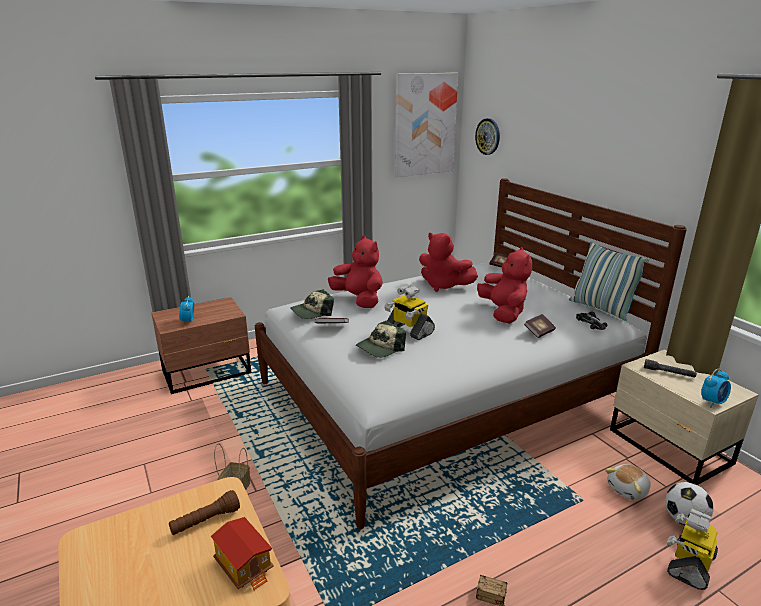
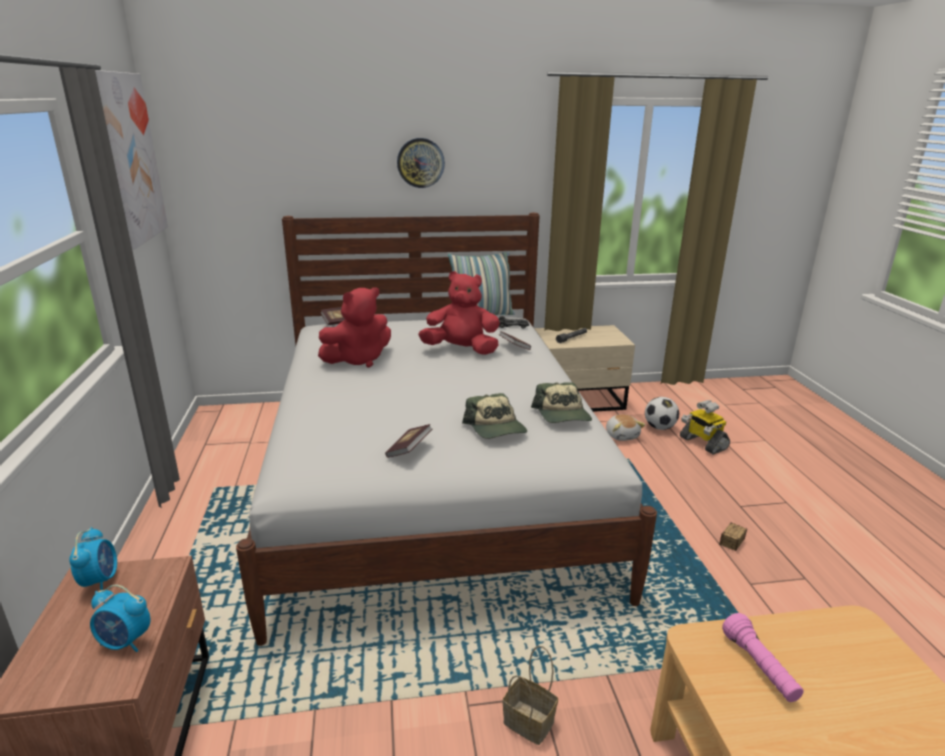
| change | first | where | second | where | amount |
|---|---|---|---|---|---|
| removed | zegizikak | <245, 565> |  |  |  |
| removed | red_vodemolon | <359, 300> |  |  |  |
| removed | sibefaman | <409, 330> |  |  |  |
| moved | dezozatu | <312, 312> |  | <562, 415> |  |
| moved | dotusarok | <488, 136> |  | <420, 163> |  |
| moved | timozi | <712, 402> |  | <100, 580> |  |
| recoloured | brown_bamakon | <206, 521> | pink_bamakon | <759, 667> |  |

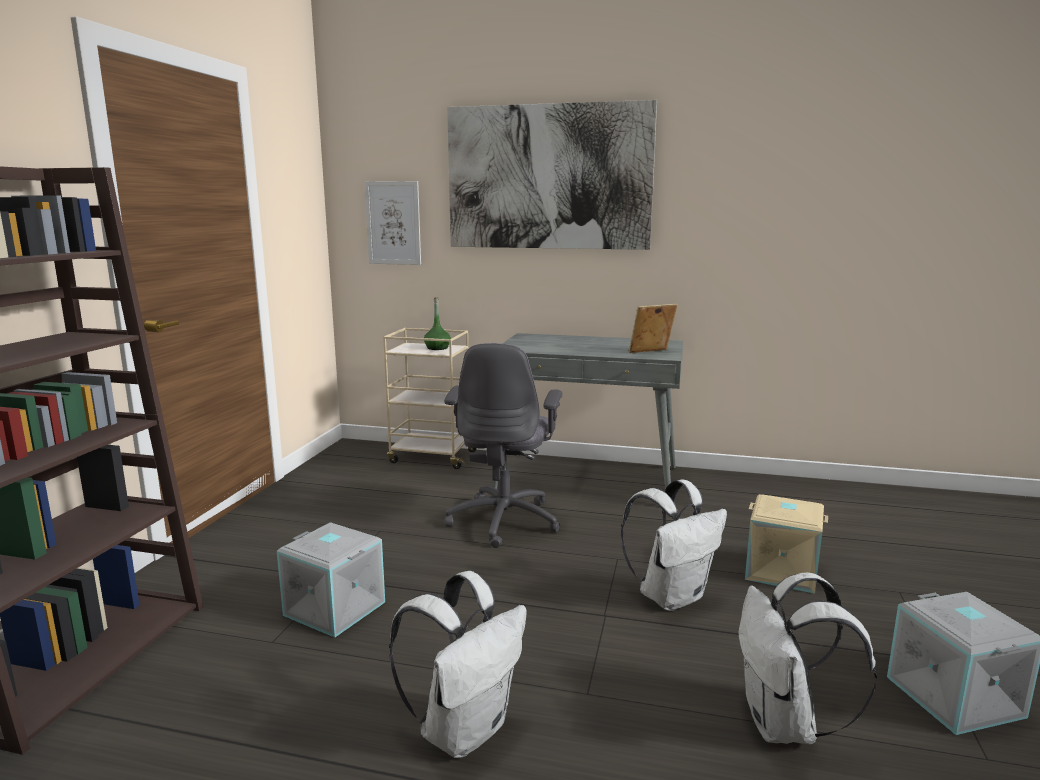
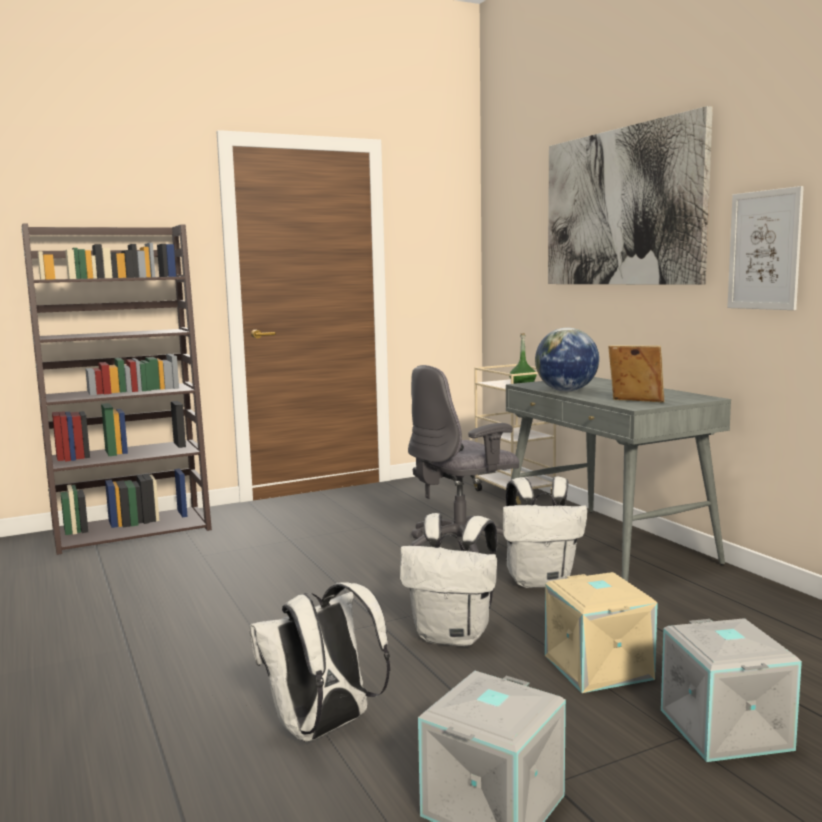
| change | first | where | second | where | amount |
|---|---|---|---|---|---|
| added |  |  | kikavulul | <566, 391> |  |
| moved | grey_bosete | <336, 608> |  | <727, 729> |  |
| moved | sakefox | <393, 223> |  | <764, 250> |  |
| moved | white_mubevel | <464, 729> |  | <540, 581> |  |

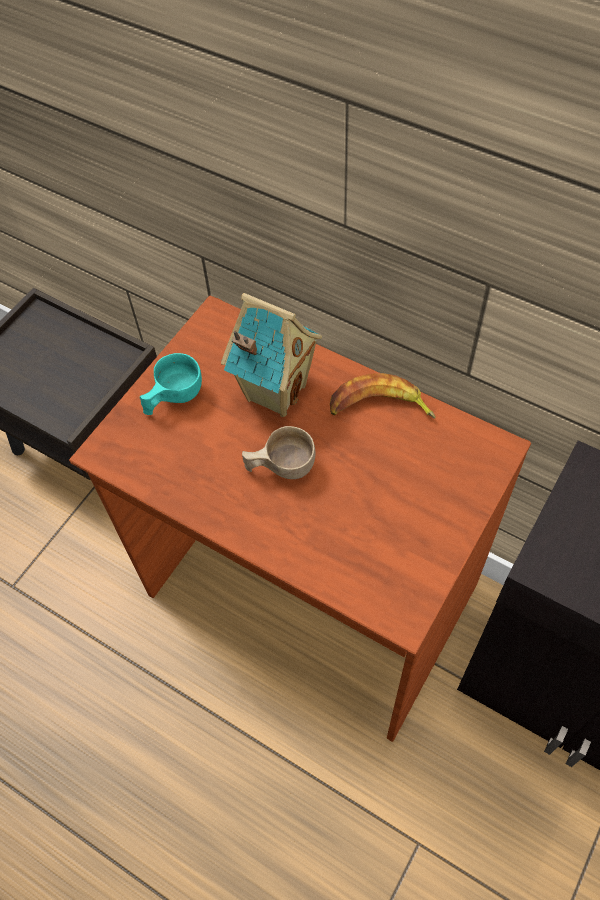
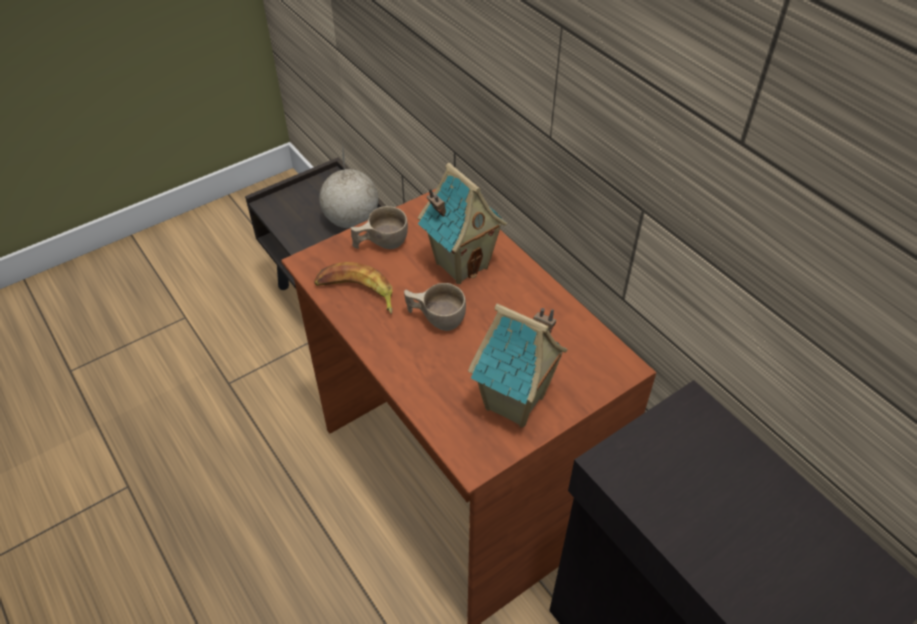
| change | first | where | second | where | amount |
|---|---|---|---|---|---|
| added |  |  | kikavulul | <351, 221> |  |
| added |  |  | zegizikak | <515, 404> |  |
| moved | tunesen | <379, 407> |  | <357, 293> |  |
| recoloured | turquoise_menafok | <173, 398> | beige_menafok | <380, 243> |  |

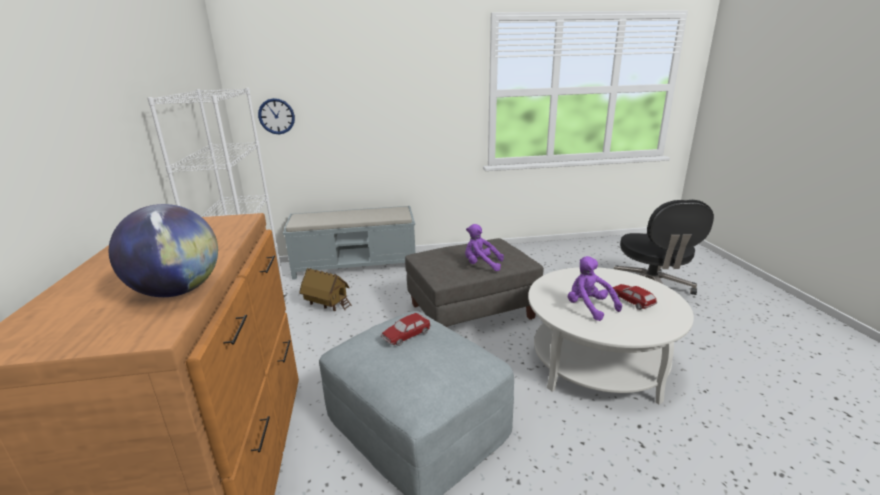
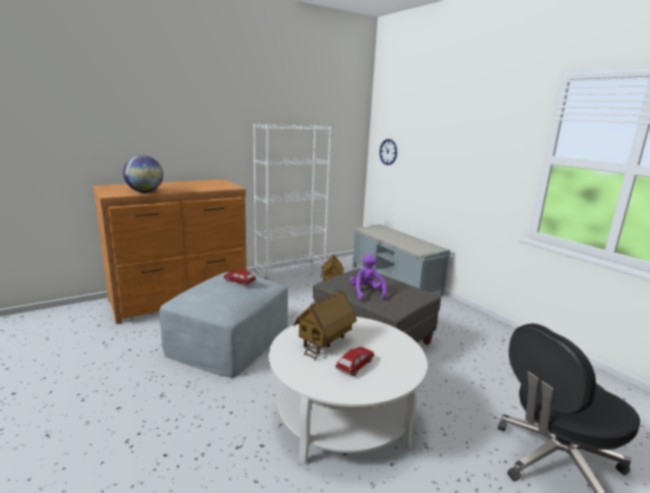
| change | first | where | second | where | amount |
|---|---|---|---|---|---|
| replaced | purple_vodemolon | <589, 307> | zegizikak | <324, 343> |  |

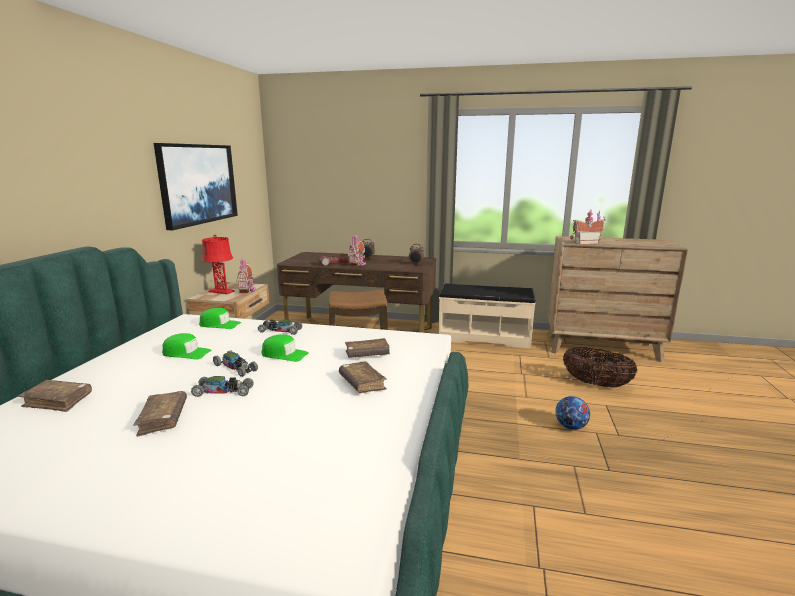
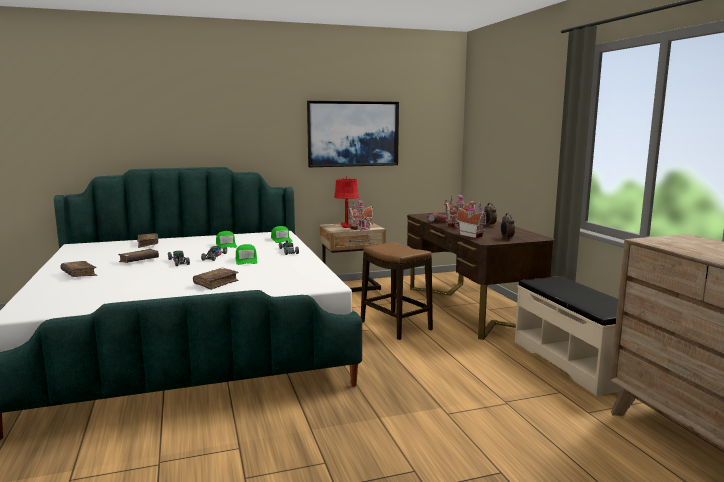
| change | first | where | second | where | amount |
|---|---|---|---|---|---|
| removed | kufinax | <570, 427> |  |  |  |
| removed | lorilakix | <596, 384> |  |  |  |
| moved | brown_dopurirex | <367, 354> |  | <79, 274> |  |
| moved | zegizikak | <585, 243> |  | <472, 235> |  |

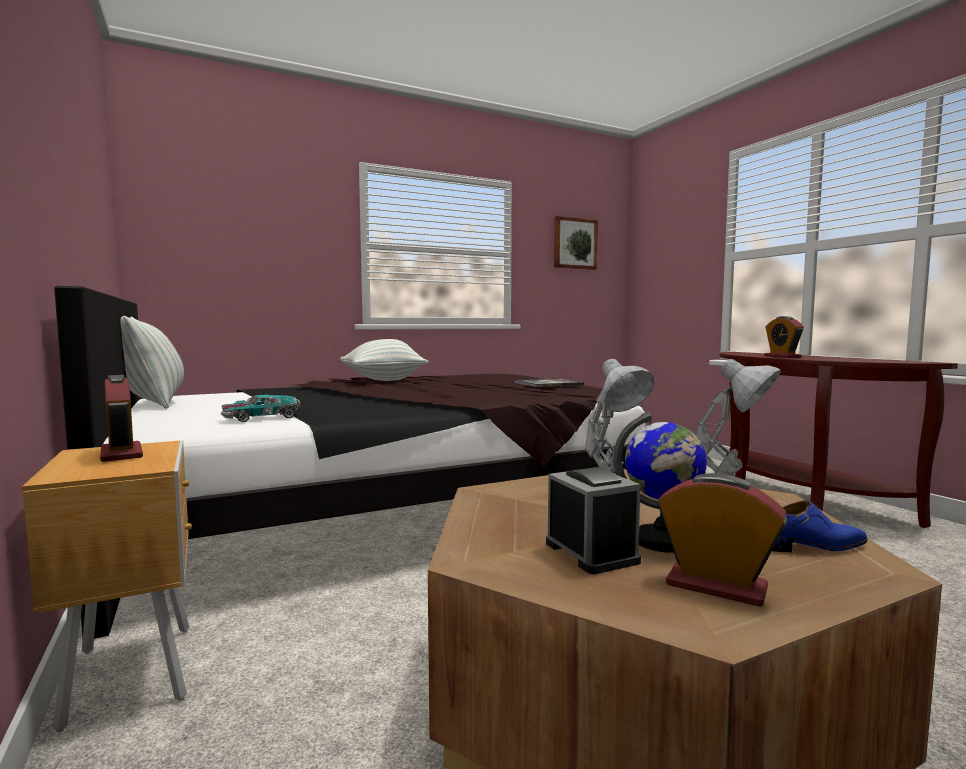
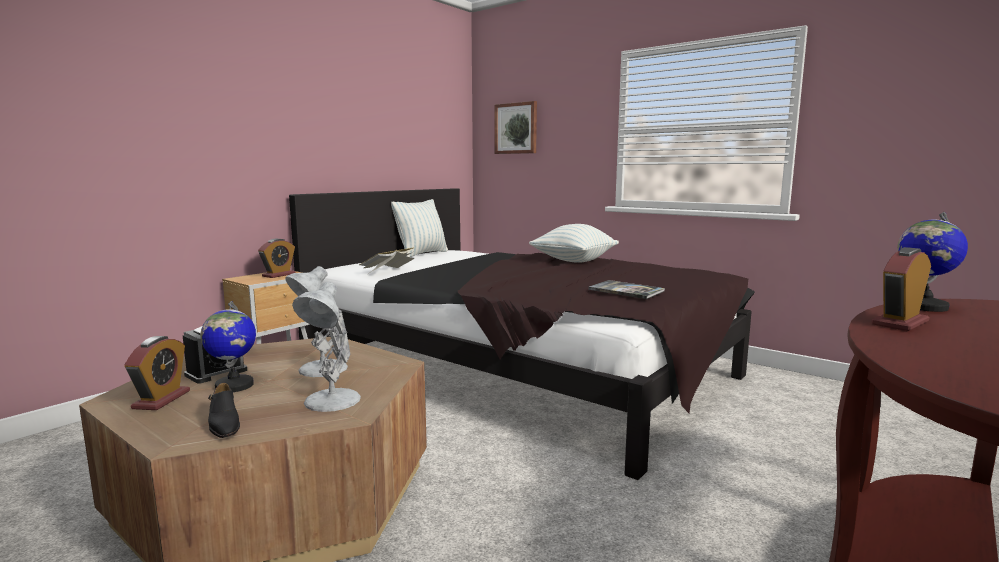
| change | first | where | second | where | amount |
|---|---|---|---|---|---|
| added |  |  | kikavulul | <923, 306> |  |
| moved | sakefox | <574, 243> |  | <516, 128> |  |
| replaced | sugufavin | <261, 418> | dopurirex | <389, 272> |  |
| recoloured | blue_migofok | <812, 546> | black_migofok | <224, 424> |  |

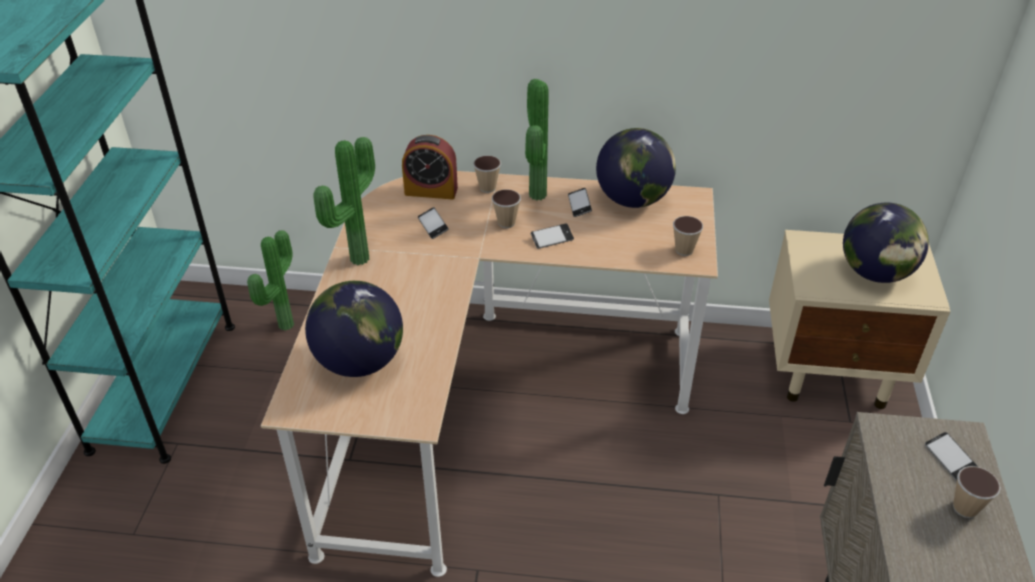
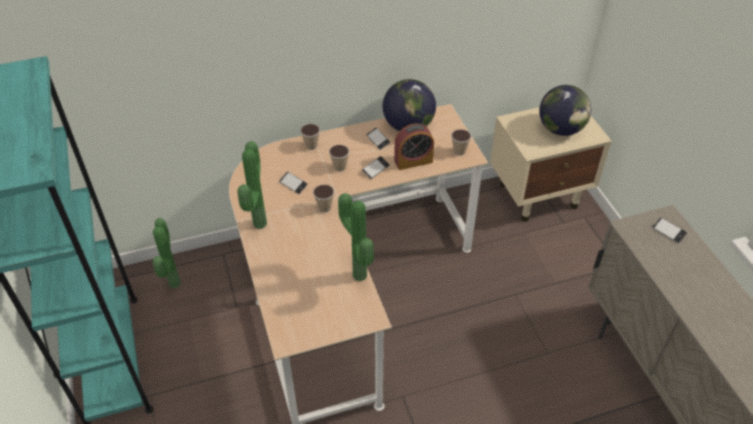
| change | first | where | second | where | amount |
|---|---|---|---|---|---|
| removed | kikavulul | <360, 361> |  |  |  |
| moved | timozi | <431, 191> |  | <413, 161> |  |
| moved | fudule | <534, 195> |  | <357, 276> |  |
| moved | menafok | <965, 508> |  | <324, 208> |  |

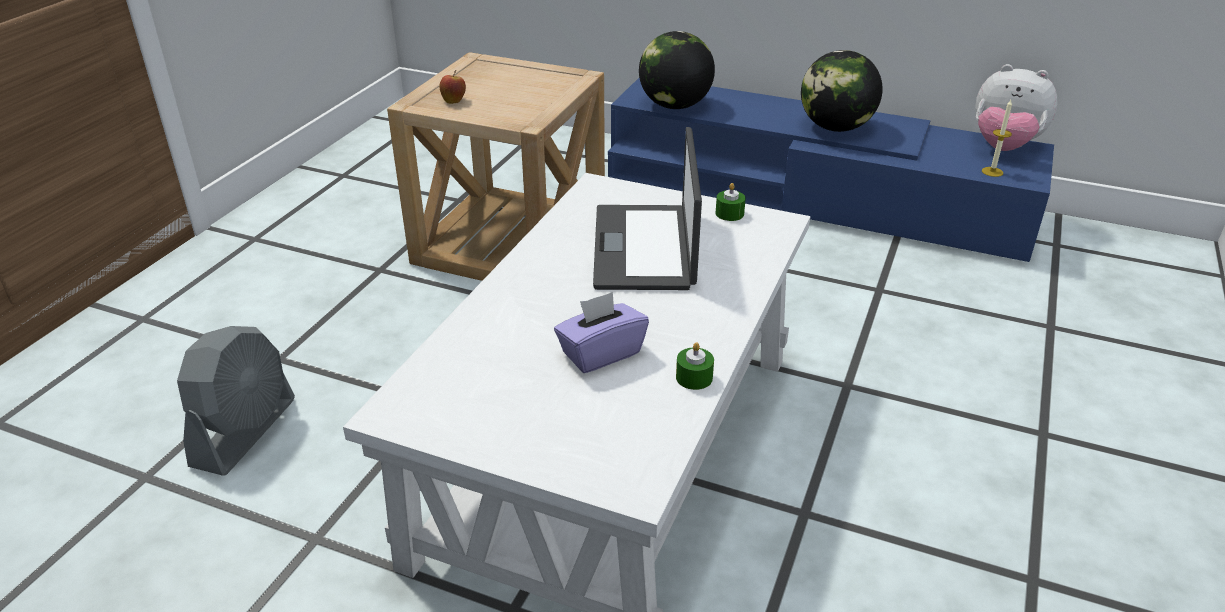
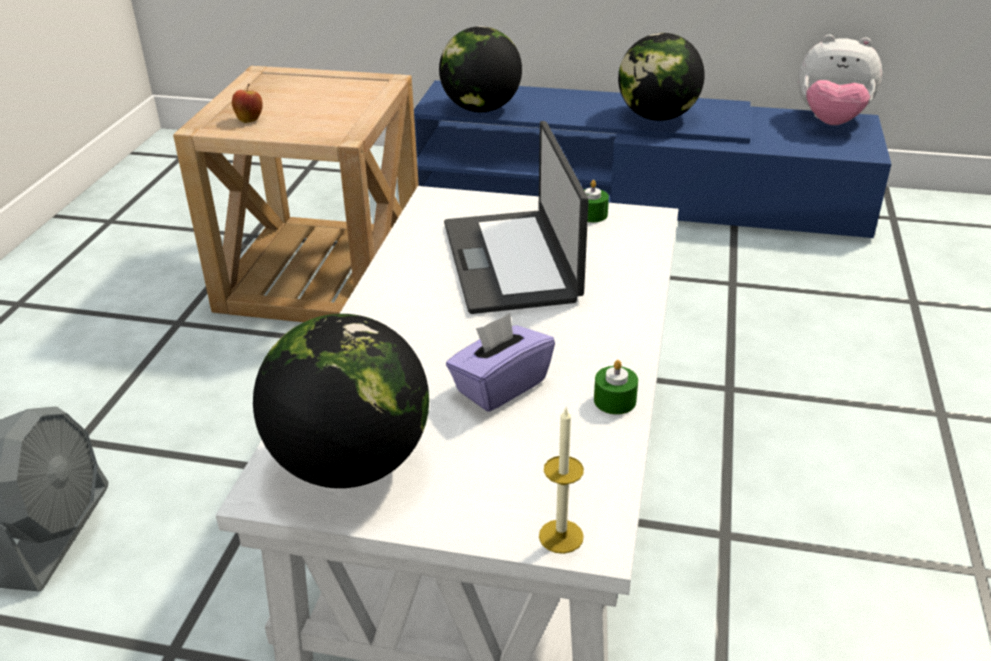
| change | first | where | second | where | amount |
|---|---|---|---|---|---|
| added |  |  | kikavulul | <350, 464> |  |
| moved | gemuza | <992, 172> |  | <561, 536> |  |

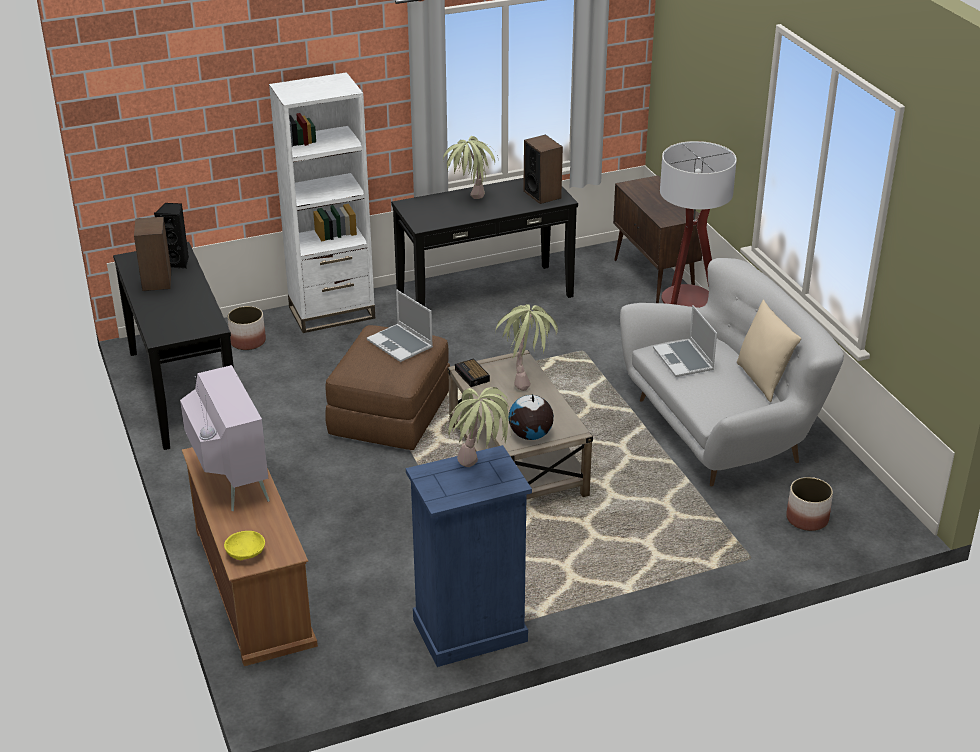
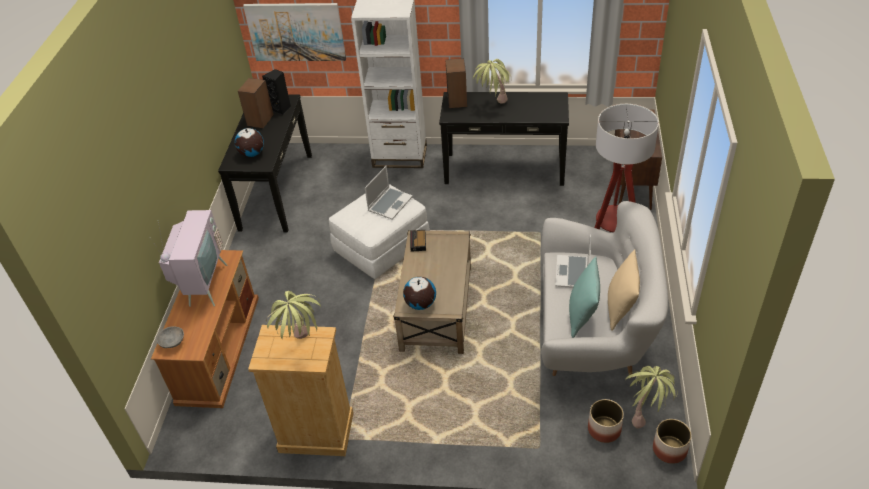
| change | first | where | second | where | amount |
|---|---|---|---|---|---|
| added |  |  | kikavulul | <252, 154> |  |
| added |  |  | sakefox | <296, 31> |  |
| added |  |  | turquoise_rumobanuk | <582, 316> |  |
| moved | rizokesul | <247, 342> |  | <669, 449> |  |
| moved | fudule | <527, 377> |  | <646, 414> |  |
| moved | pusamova | <542, 194> |  | <457, 100> |  |
| recoloured | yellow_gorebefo | <246, 554> | grey_gorebefo | <172, 343> |  |
| recoloured | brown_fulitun | <390, 414> | white_fulitun | <382, 246> |  |
| recoloured | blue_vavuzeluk | <469, 631> | beige_vavuzeluk | <316, 433> |  |
| turned | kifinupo | <401, 344> |  | <390, 203> | 135 degrees counterclockwise |

